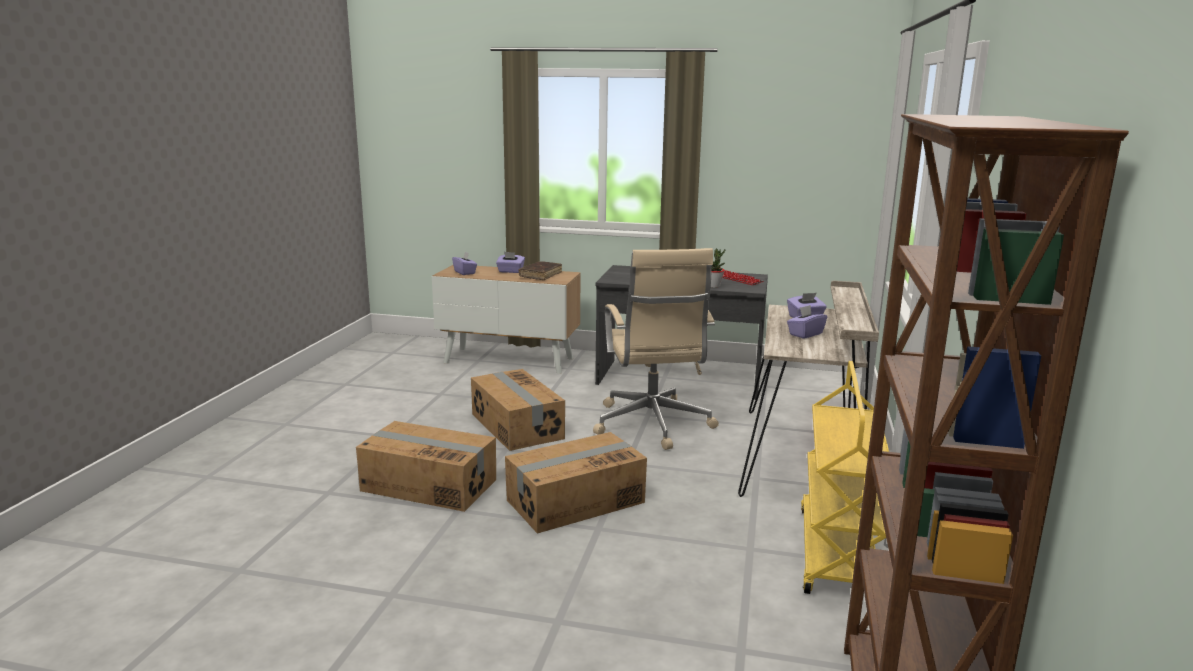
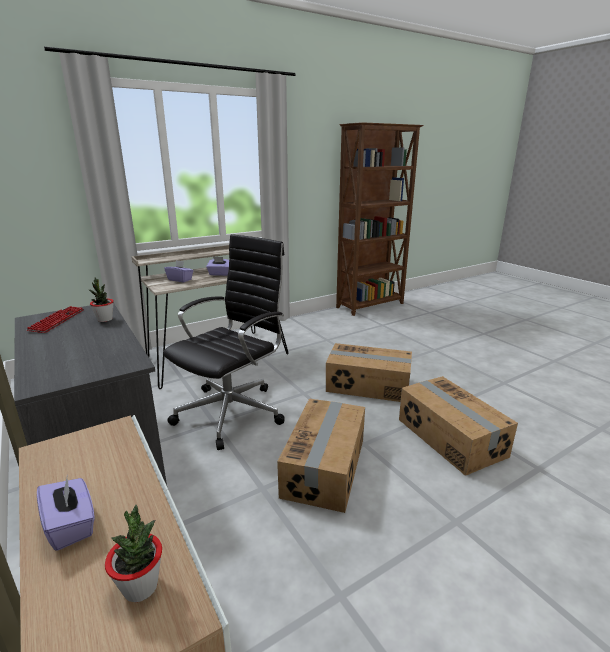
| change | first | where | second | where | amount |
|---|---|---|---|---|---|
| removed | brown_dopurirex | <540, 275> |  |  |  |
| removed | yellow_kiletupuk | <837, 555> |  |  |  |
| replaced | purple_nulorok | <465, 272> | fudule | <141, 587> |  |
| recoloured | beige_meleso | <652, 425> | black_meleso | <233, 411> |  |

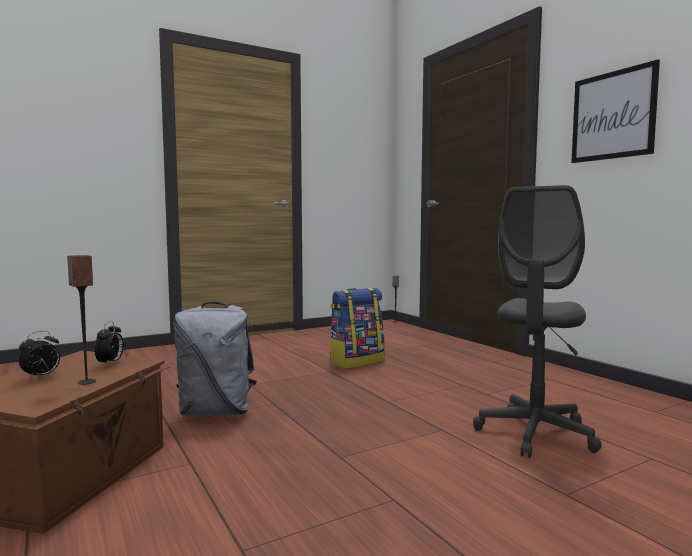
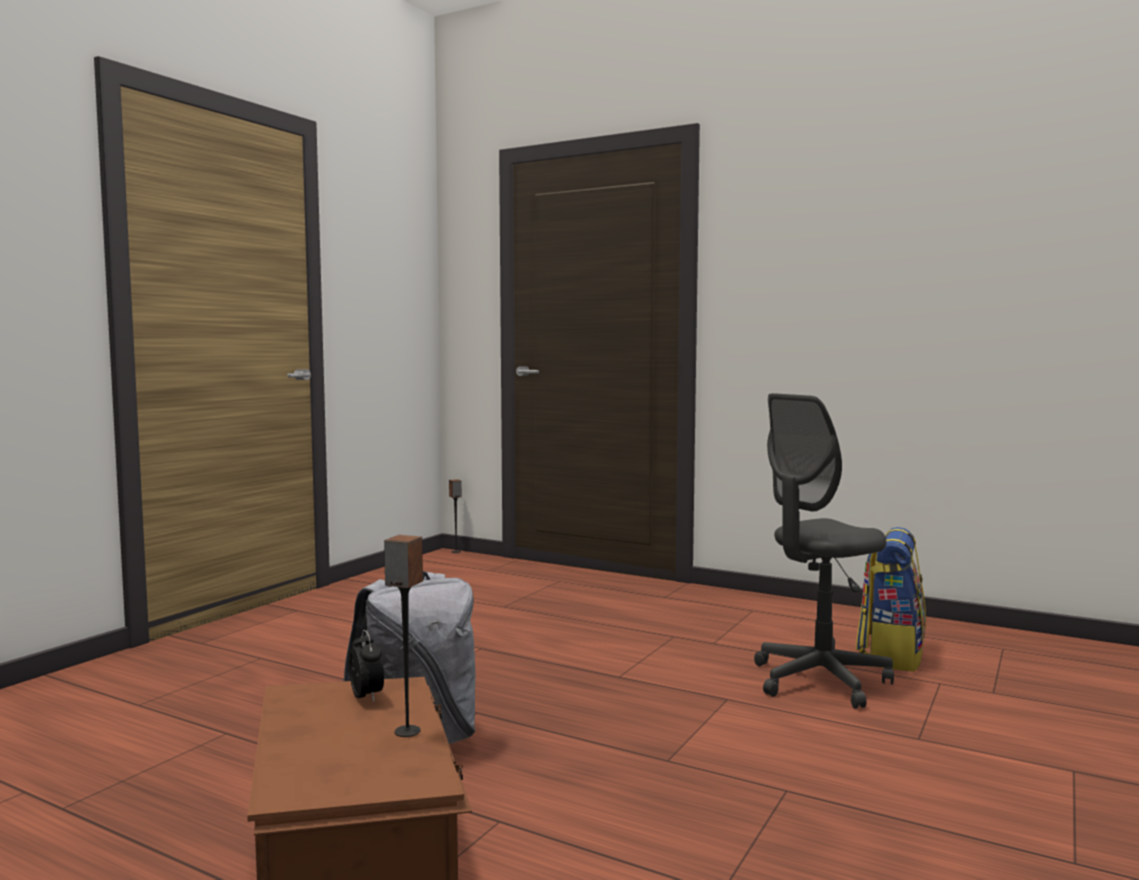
| change | first | where | second | where | amount |
|---|---|---|---|---|---|
| removed | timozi | <41, 377> |  |  |  |
| removed | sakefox | <612, 115> |  |  |  |
| moved | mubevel | <356, 362> |  | <890, 655> |  |
| turned | grey_meleso | <535, 434> |  | <819, 681> | 60 degrees clockwise |

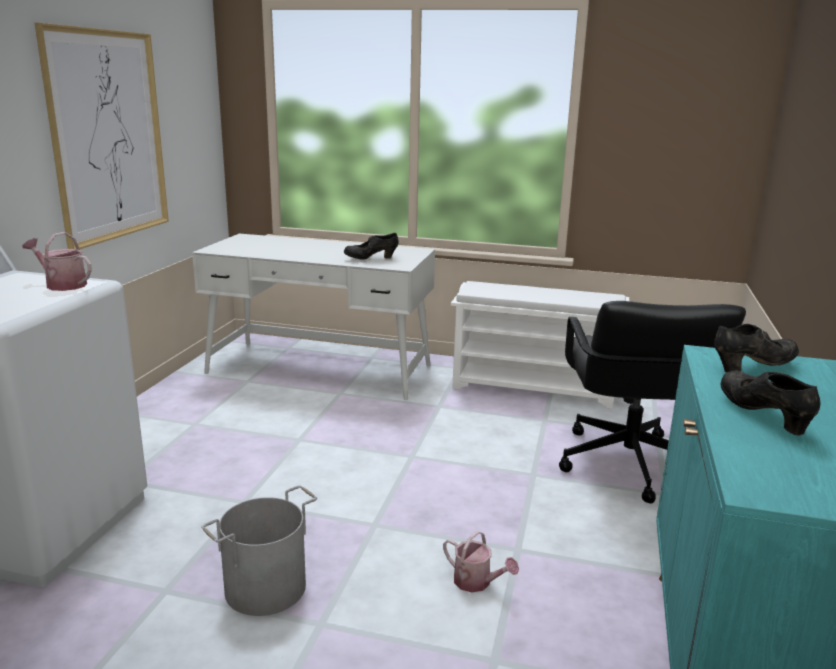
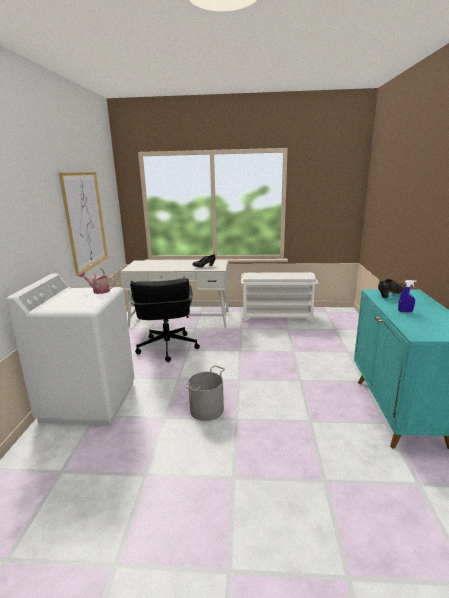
| change | first | where | second | where | amount |
|---|---|---|---|---|---|
| removed | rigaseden | <477, 582> |  |  |  |
| moved | black_meleso | <627, 464> |  | <167, 347> |  |
| replaced | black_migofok | <763, 416> | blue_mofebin | <405, 311> |  |

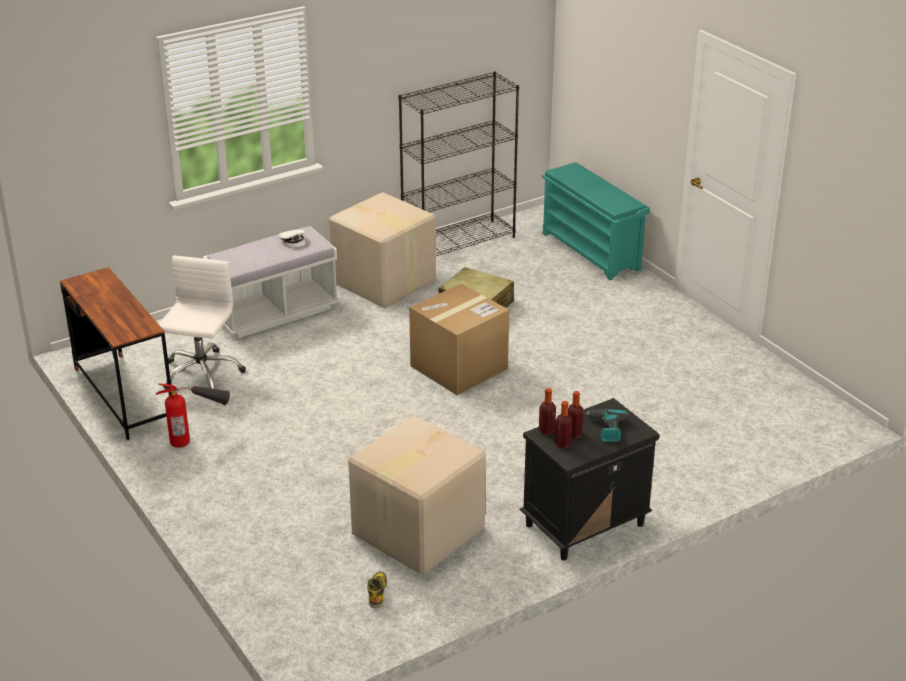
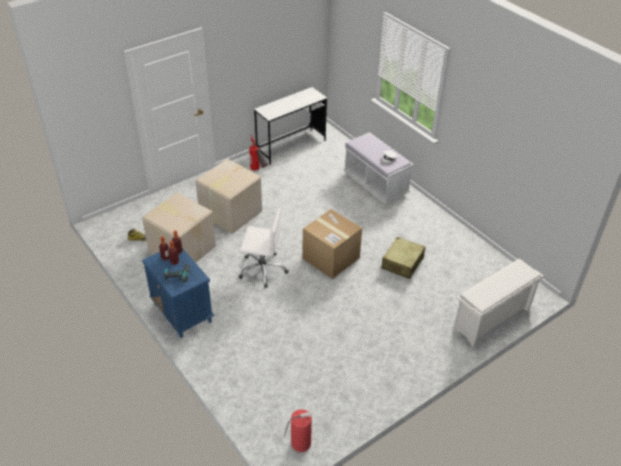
| change | first | where | second | where | amount |
|---|---|---|---|---|---|
| removed | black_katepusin | <459, 242> |  |  |  |
| added |  |  | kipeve | <299, 443> |  |
| moved | white_meleso | <201, 373> |  | <263, 269> |  |
| moved | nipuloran | <384, 283> |  | <230, 213> |  |
| recoloured | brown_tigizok | <123, 396> | white_tigizok | <291, 146> |  |
| recoloured | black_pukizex | <584, 526> | blue_pukizex | <182, 312> |  |
| recoloured | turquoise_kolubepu | <592, 251> | white_kolubepu | <491, 320> |  |

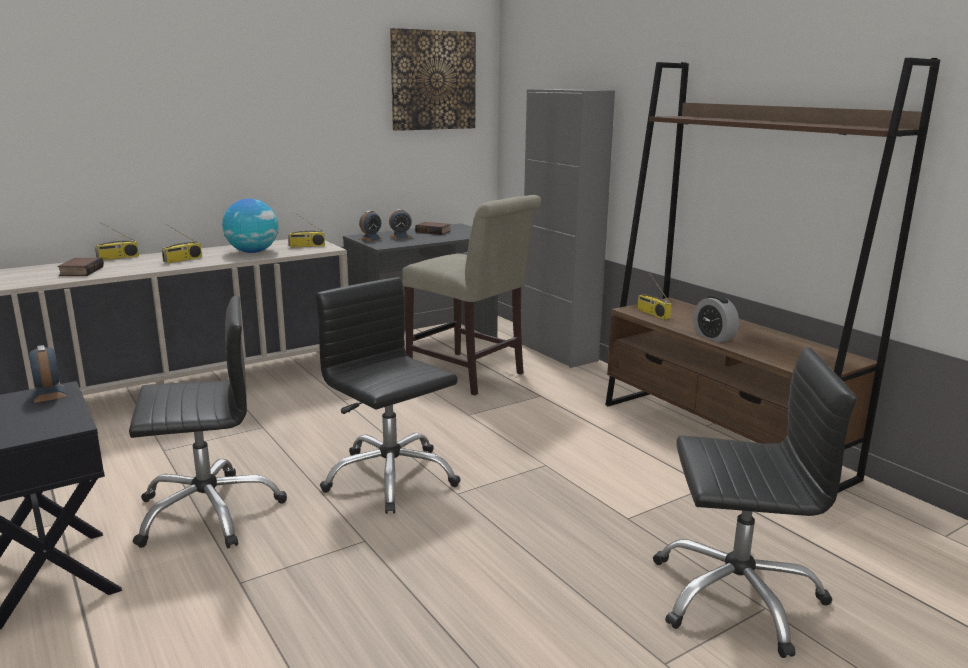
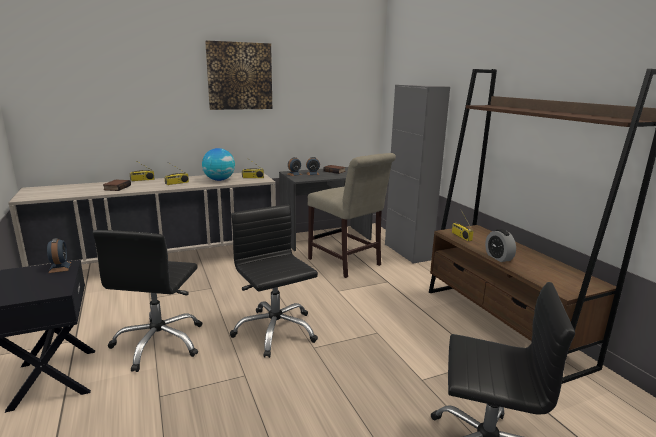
| change | first | where | second | where | amount |
|---|---|---|---|---|---|
| moved | sakefox | <433, 80> |  | <240, 76> |  |
| turned | black_meleso | <208, 511> |  | <159, 343> | 105 degrees clockwise |

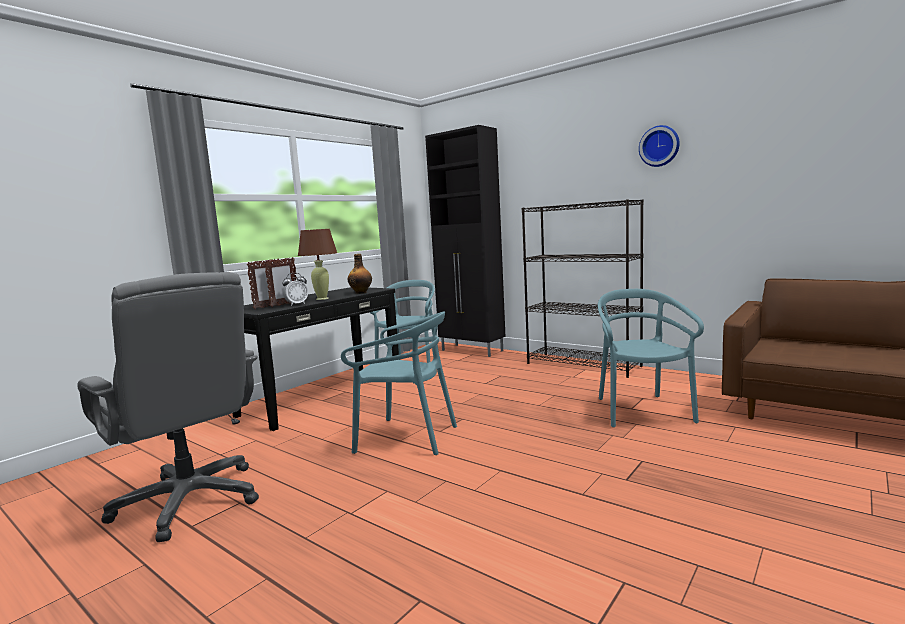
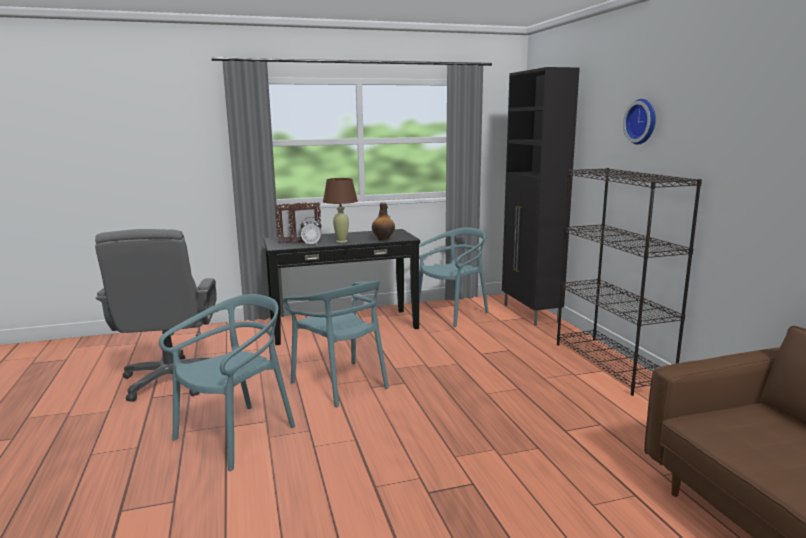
| change | first | where | second | where | amount |
|---|---|---|---|---|---|
| moved | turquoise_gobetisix | <641, 411> |  | <236, 435> |  |
| moved | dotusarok | <659, 146> |  | <642, 121> |  |

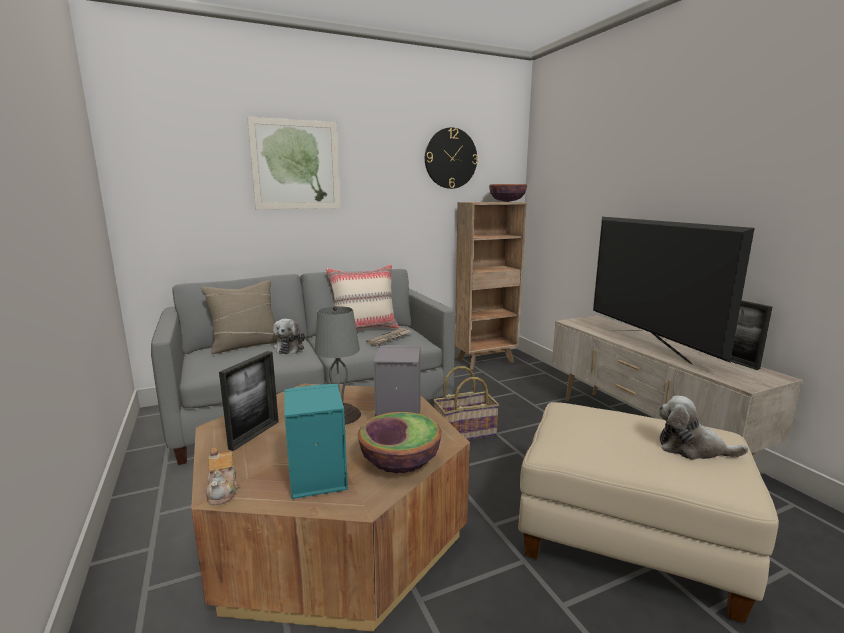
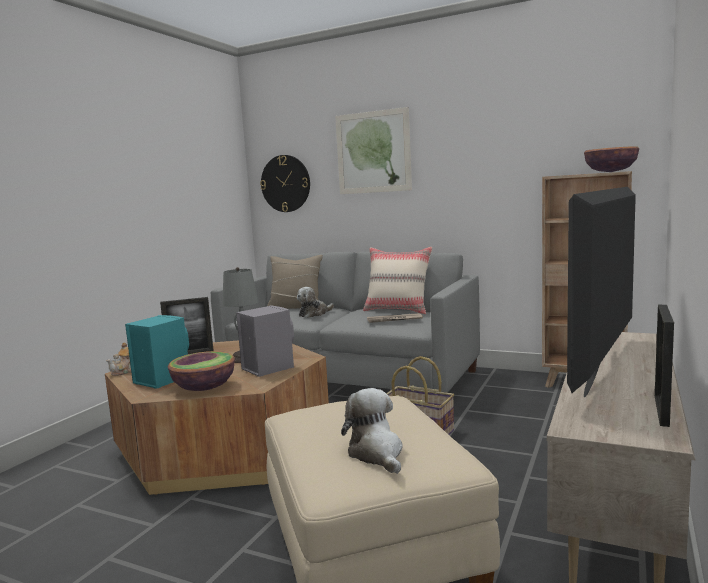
| change | first | where | second | where | amount |
|---|---|---|---|---|---|
| moved | dotusarok | <450, 158> |  | <285, 183> |  |

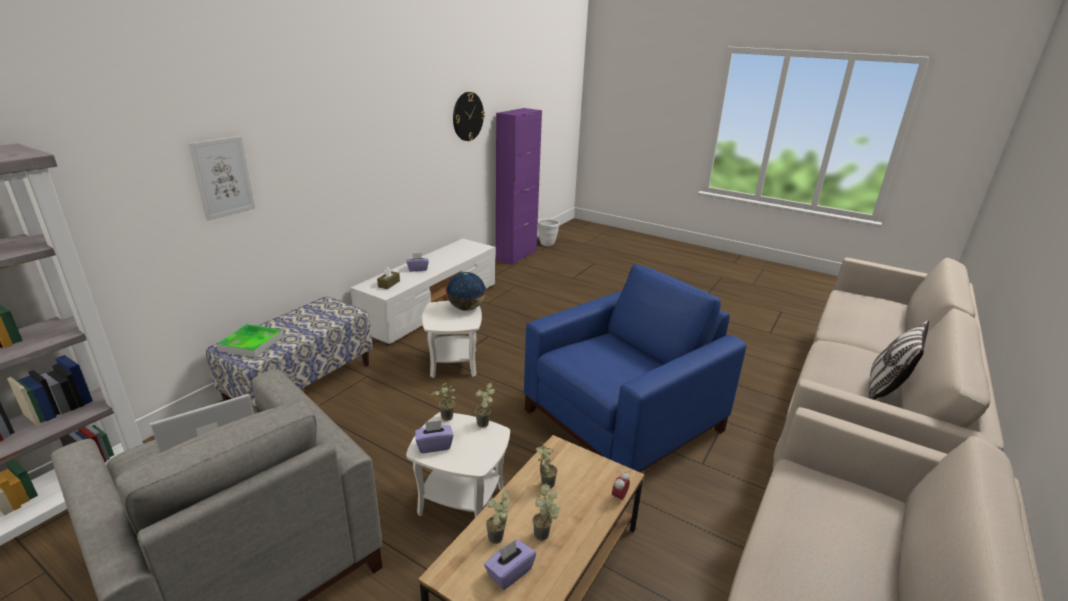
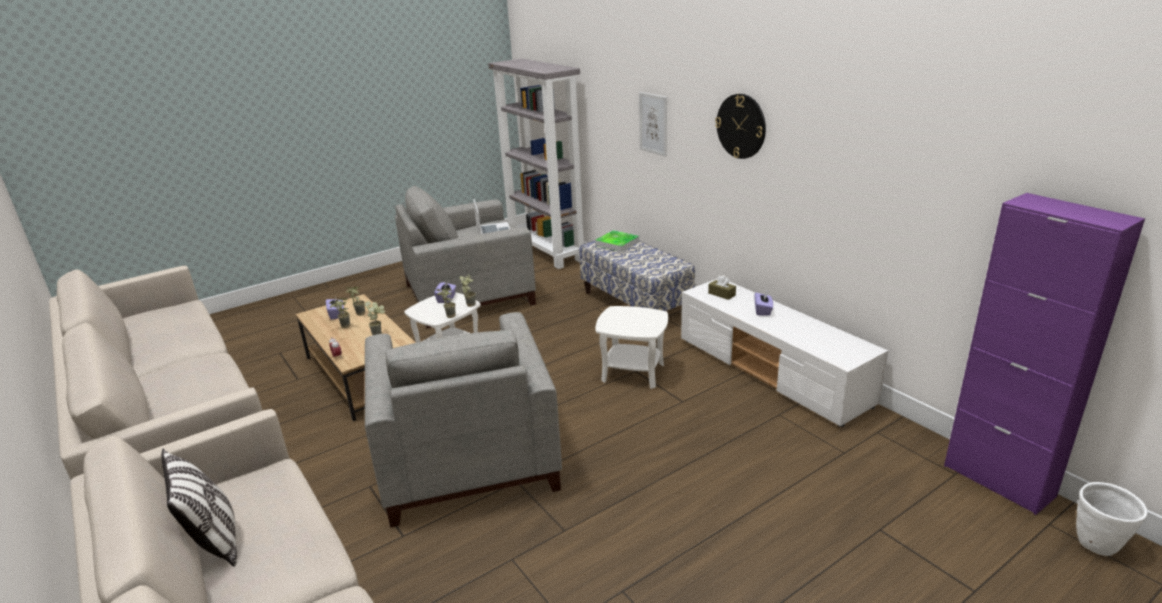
| change | first | where | second | where | amount |
|---|---|---|---|---|---|
| removed | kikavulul | <466, 308> |  |  |  |
| moved | dotusarok | <467, 116> |  | <741, 126> |  |
| recoloured | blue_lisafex | <622, 421> | grey_lisafex | <465, 454> |  |

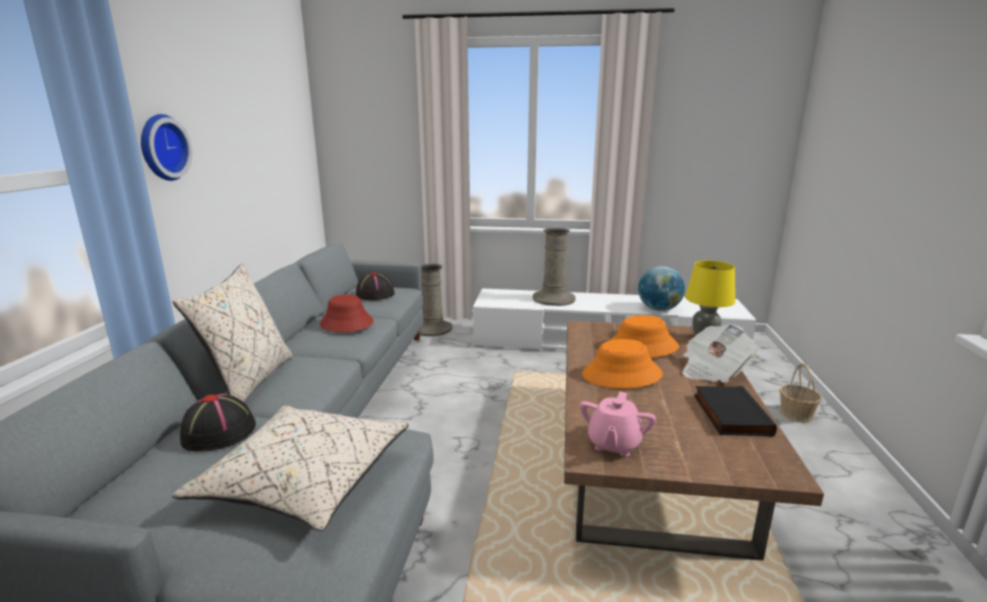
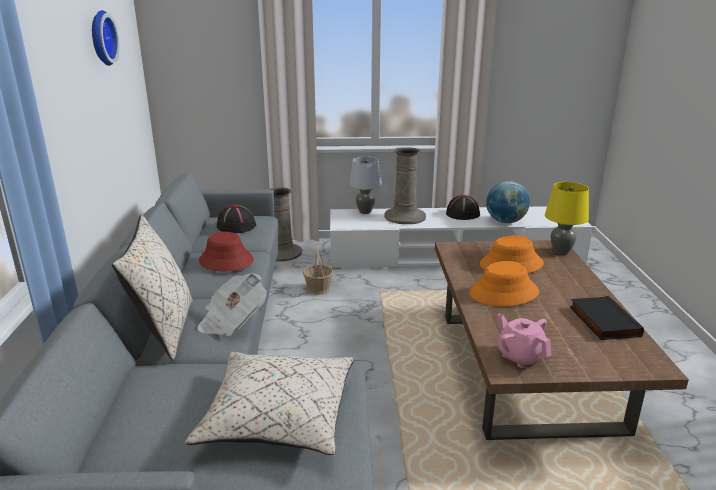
| change | first | where | second | where | amount |
|---|---|---|---|---|---|
| added |  |  | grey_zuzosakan | <365, 212> |  |
| moved | dotusarok | <161, 147> |  | <100, 38> |  |
| moved | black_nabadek | <219, 432> |  | <463, 214> |  |
| moved | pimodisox | <713, 370> |  | <232, 321> |  |
| moved | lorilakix | <796, 415> |  | <318, 289> |  |
| turned | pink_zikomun | <613, 444> |  | <520, 356> | 135 degrees clockwise |

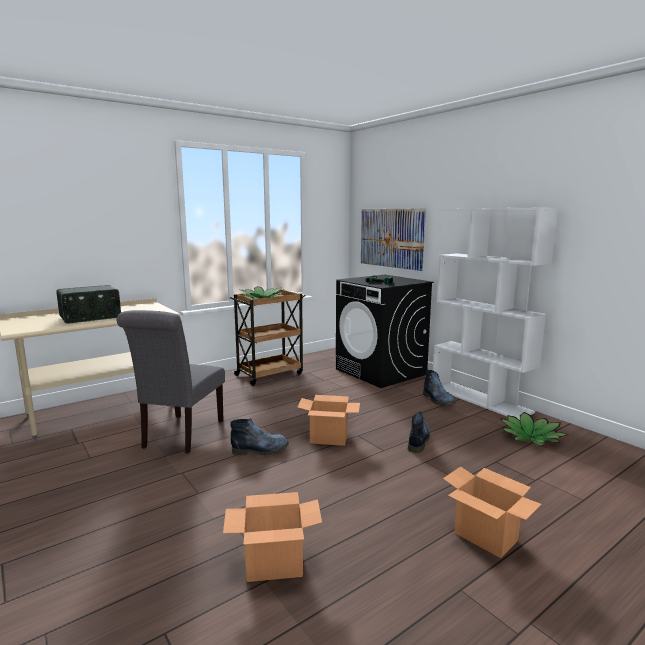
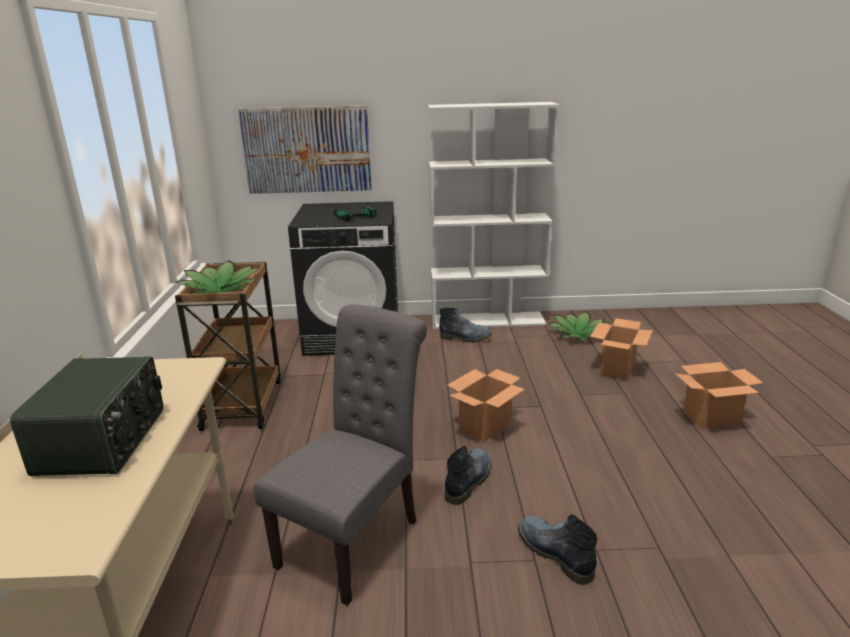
| change | first | where | second | where | amount |
|---|---|---|---|---|---|
| moved | nipuloran | <273, 565> |  | <617, 368> |  |
| moved | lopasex | <418, 439> |  | <553, 553> |  |
| turned | grey_gobetisix | <180, 435> |  | <355, 538> | 105 degrees counterclockwise |

